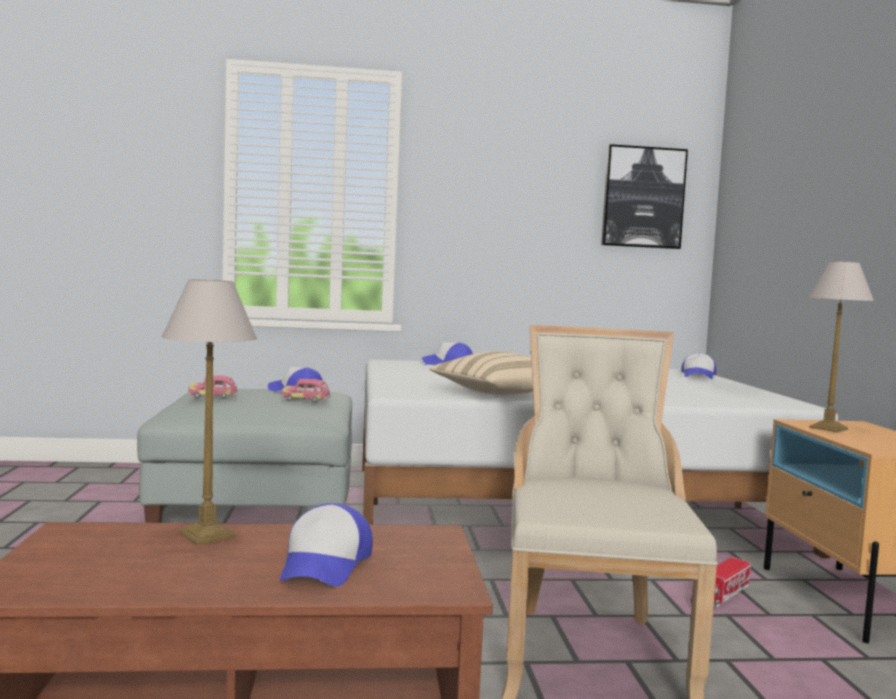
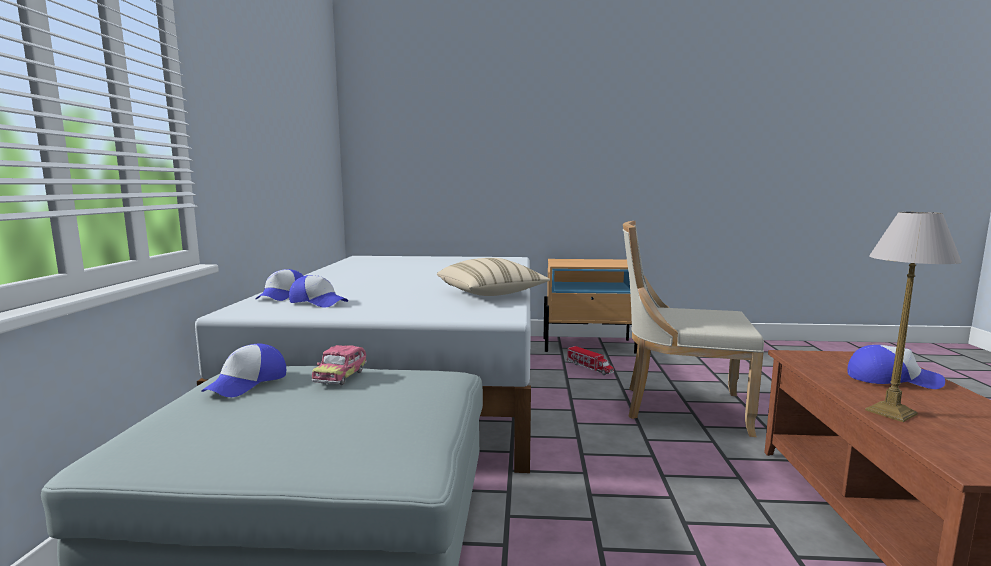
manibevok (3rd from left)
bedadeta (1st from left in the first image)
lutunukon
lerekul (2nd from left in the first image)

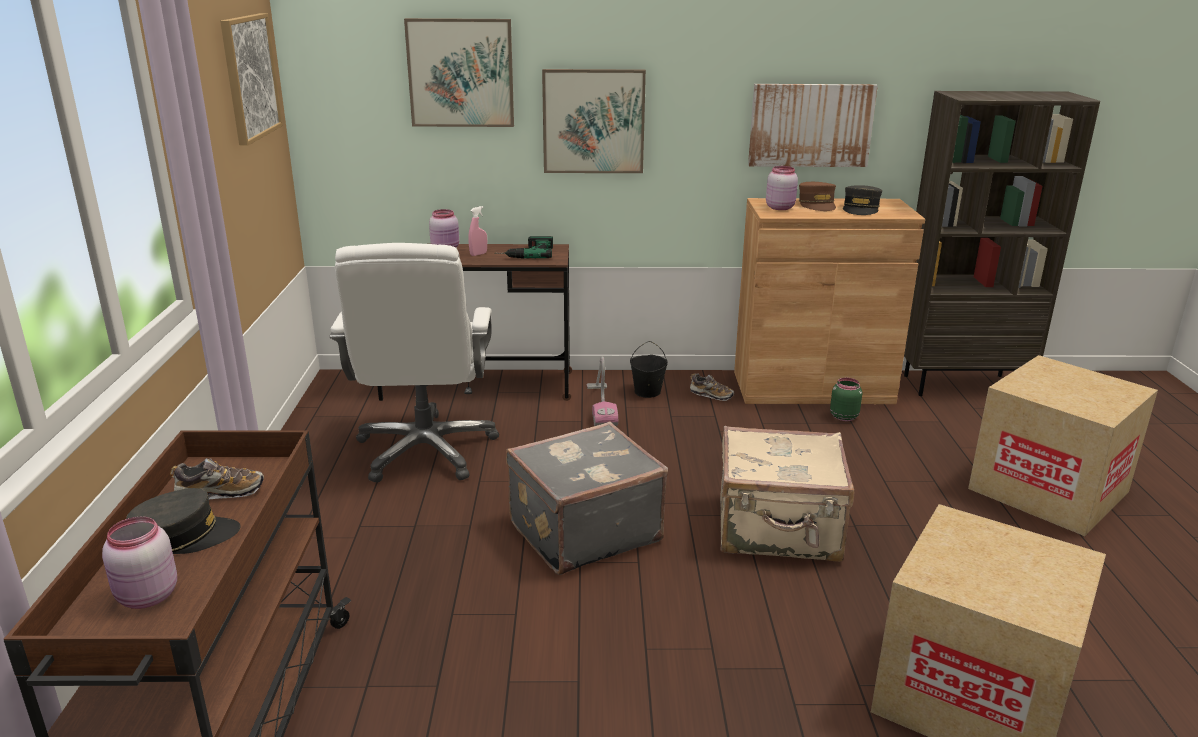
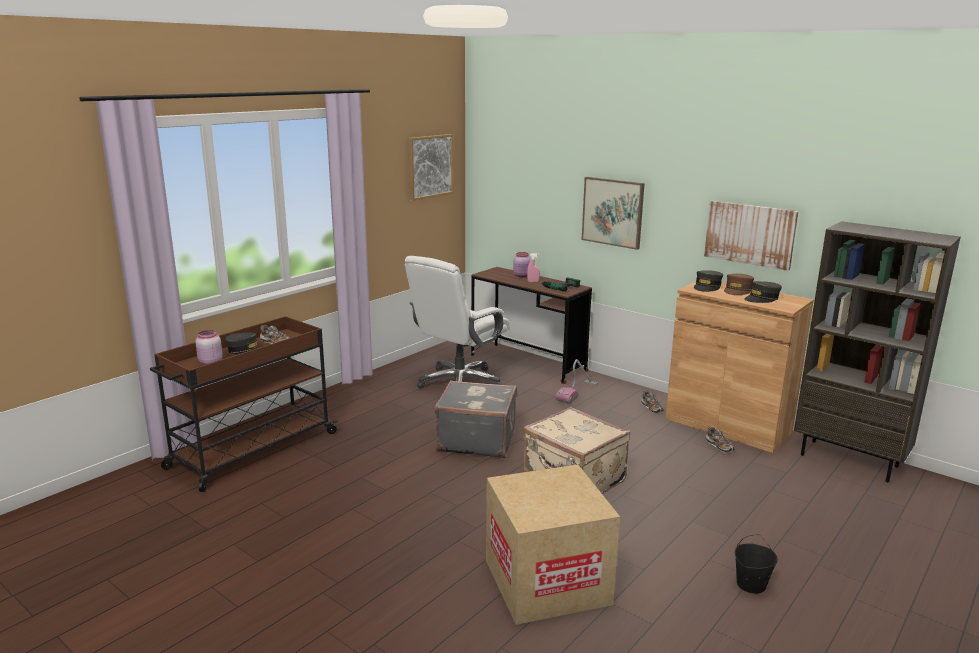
manibevok (grey) (2nd from left)
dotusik (3rd from left)
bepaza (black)
lutunukon (2nd from left in the first image)
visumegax (2nd from left in the first image)

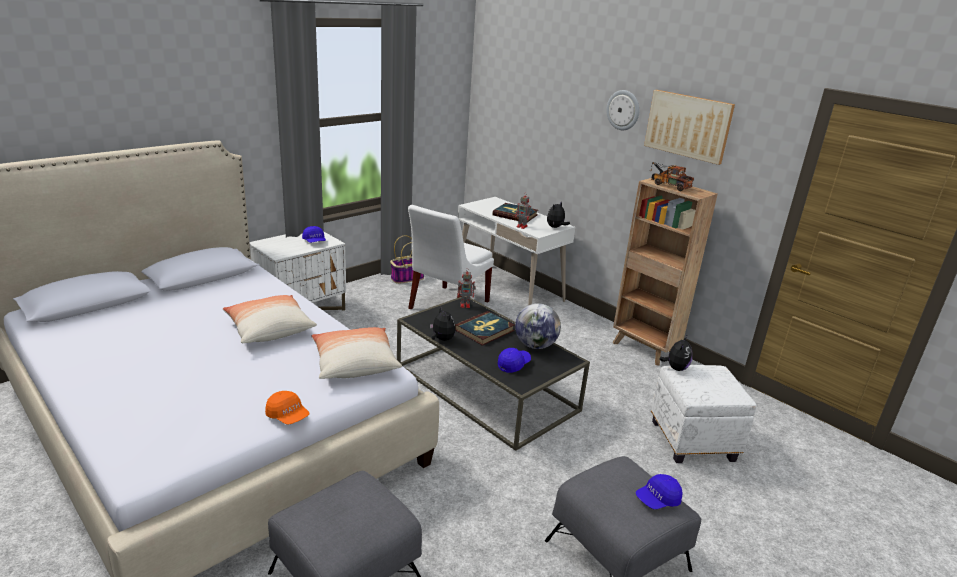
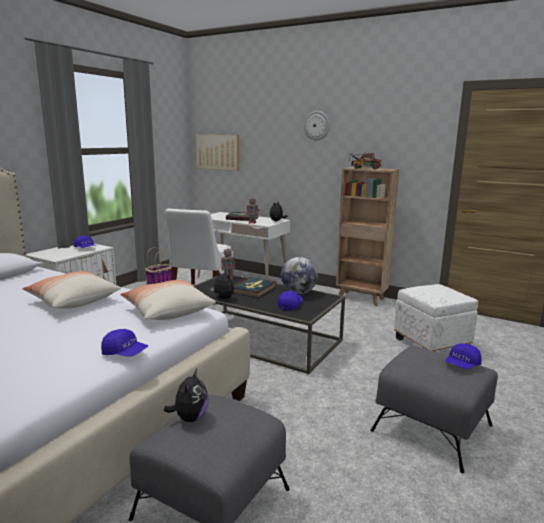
manibevok (blue) (2nd from left)
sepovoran (1st from left)
lutunukon

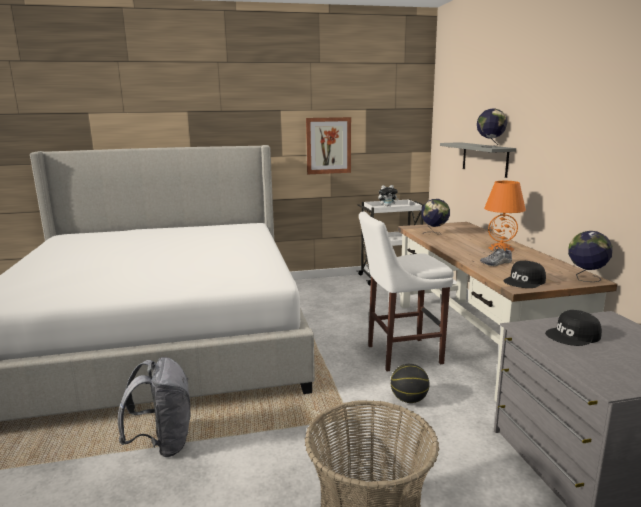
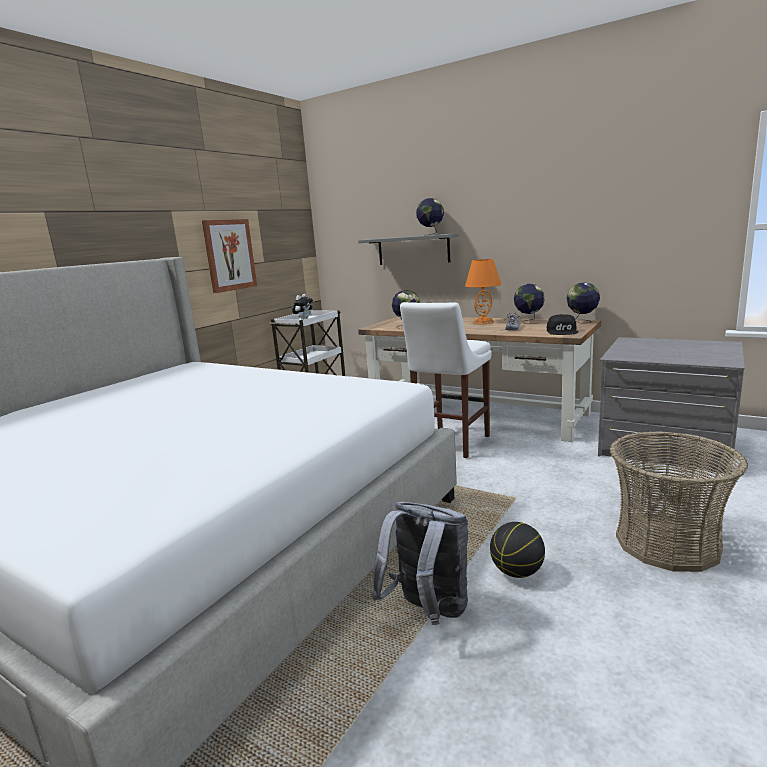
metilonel
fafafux (3rd from left)
manibevok (black) (2nd from left in the first image)

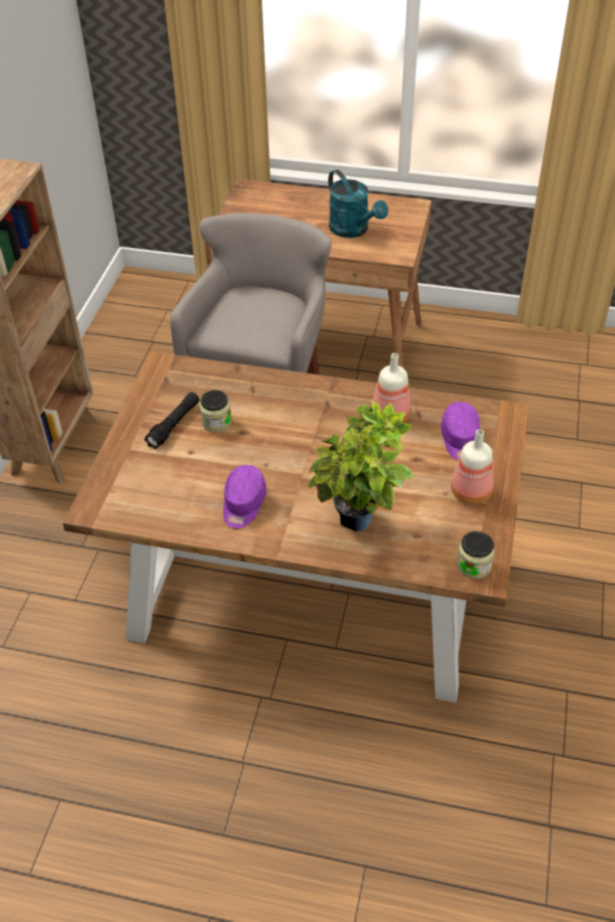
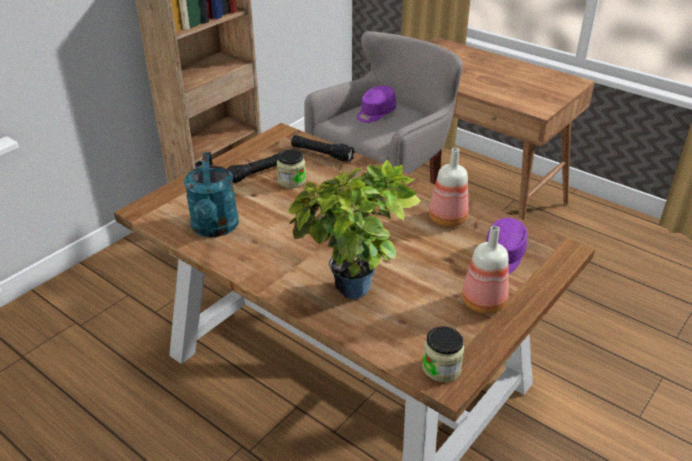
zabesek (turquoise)
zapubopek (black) (2nd from left)
manibevok (purple) (1st from left)

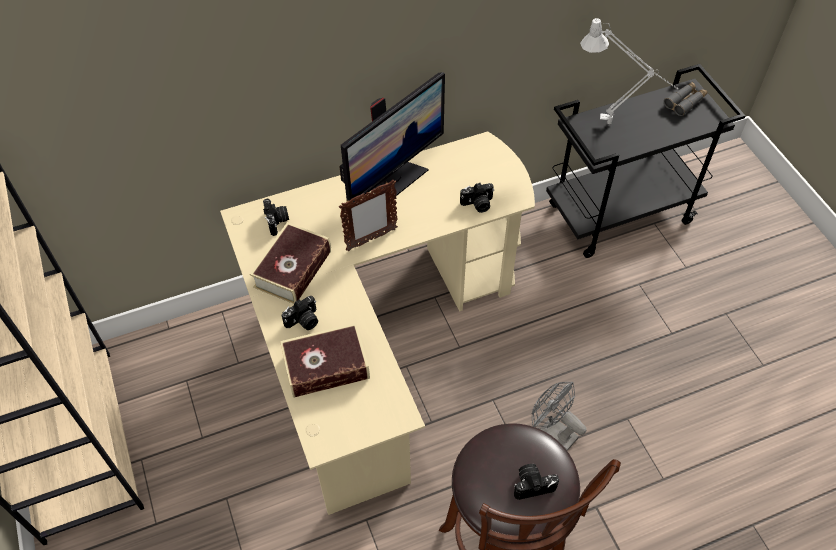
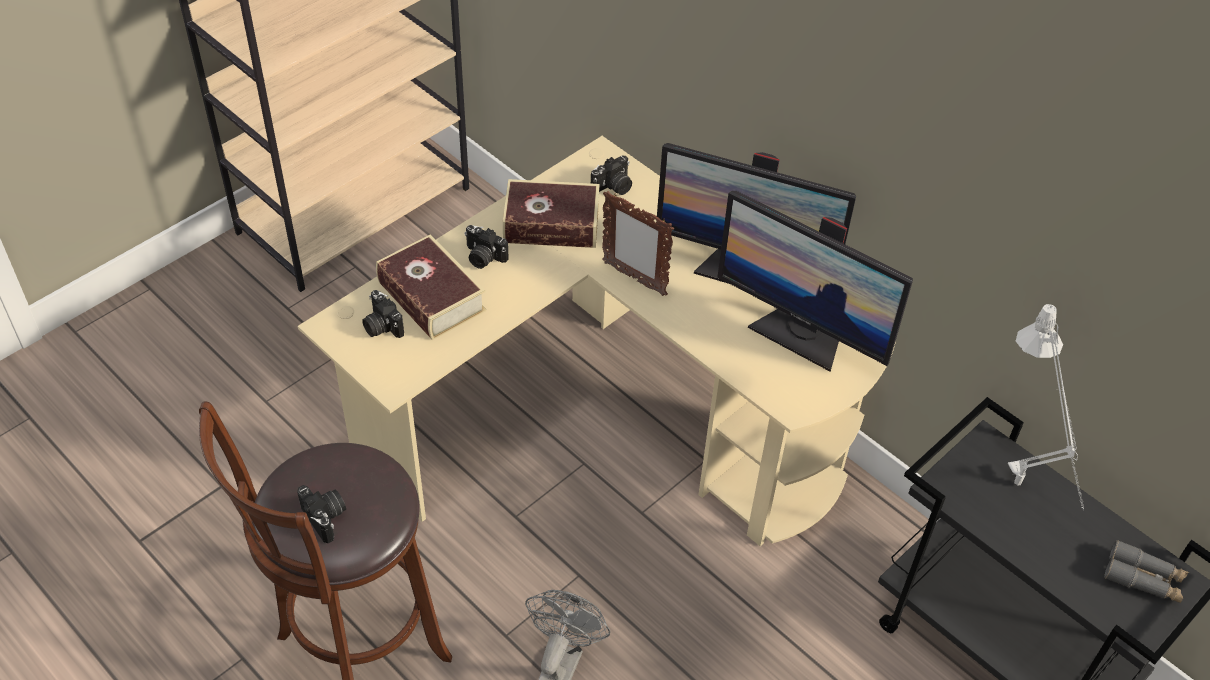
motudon (2nd from left)
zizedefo (2nd from left)

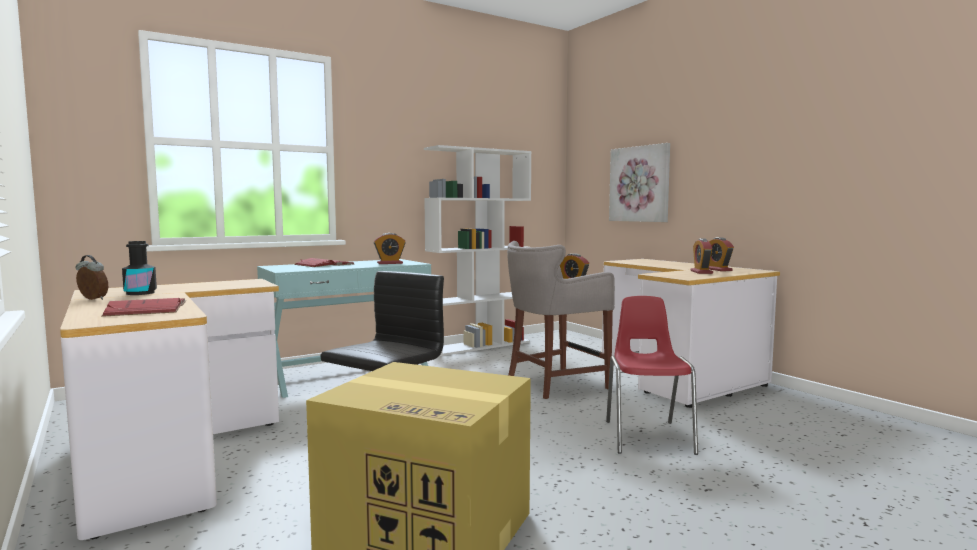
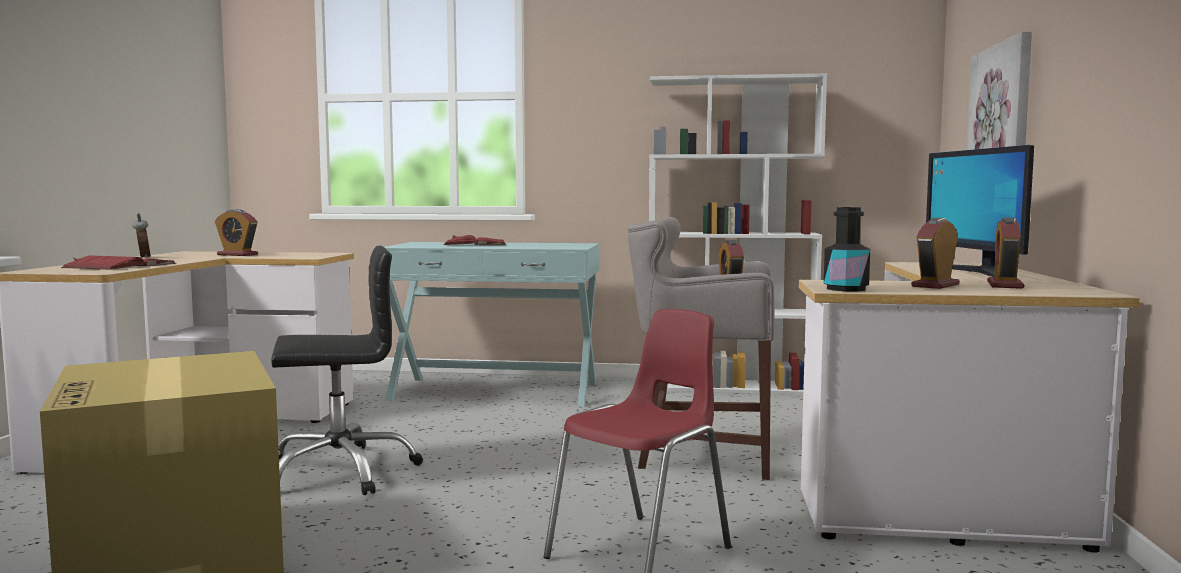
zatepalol (2nd from left)
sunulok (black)
zizedefo

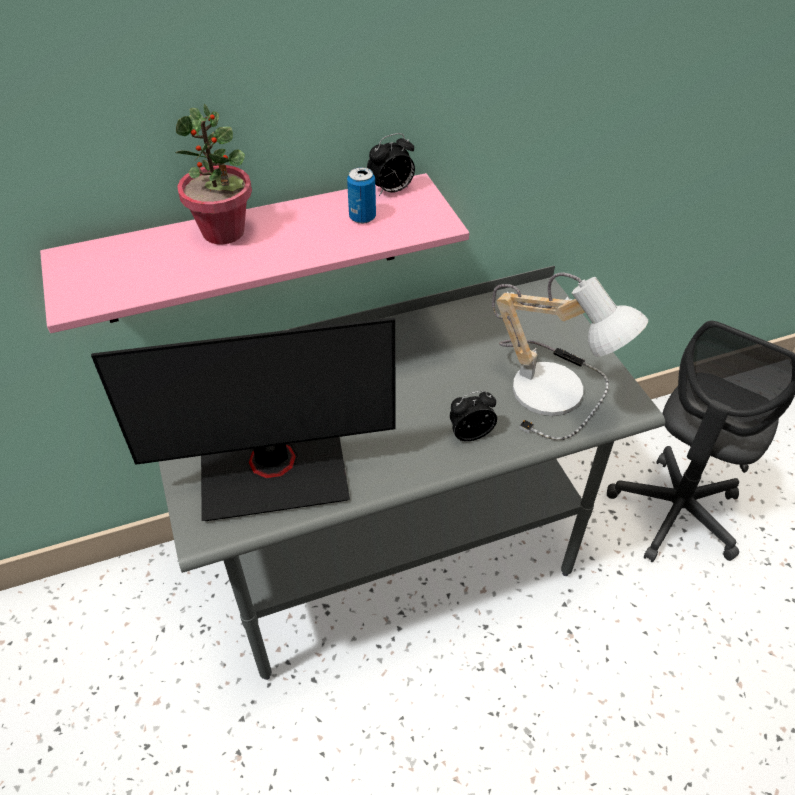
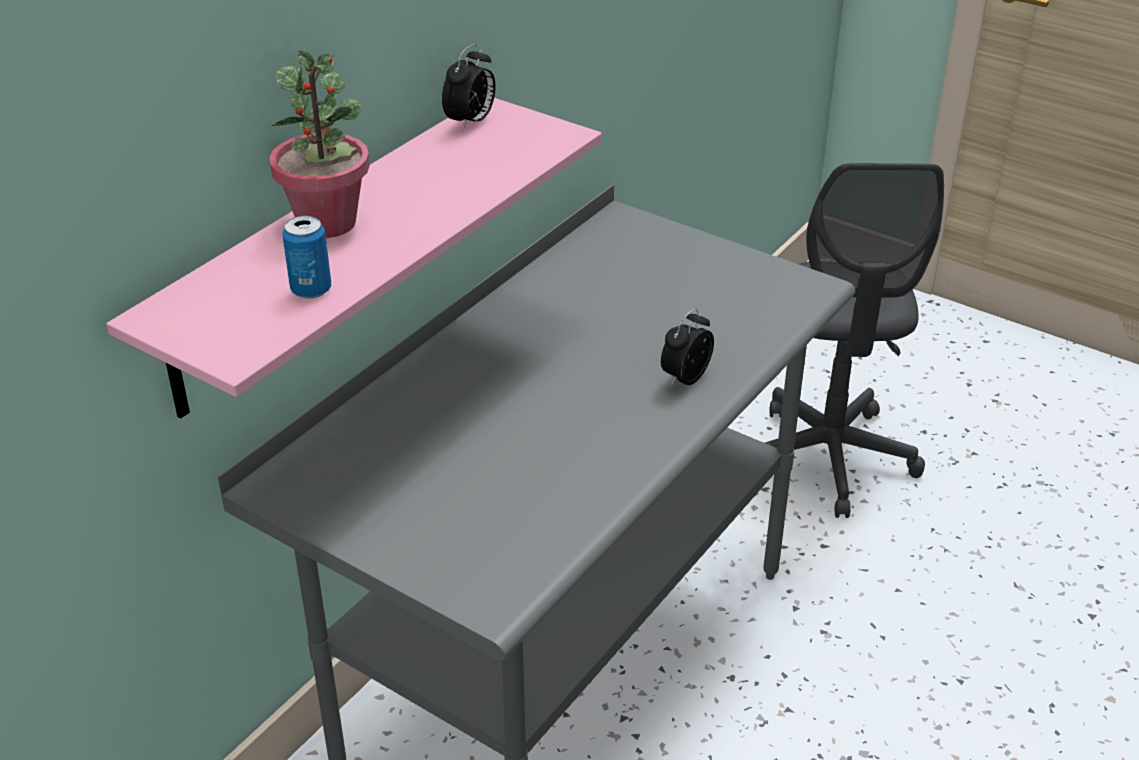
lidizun
zizedefo
lerekul

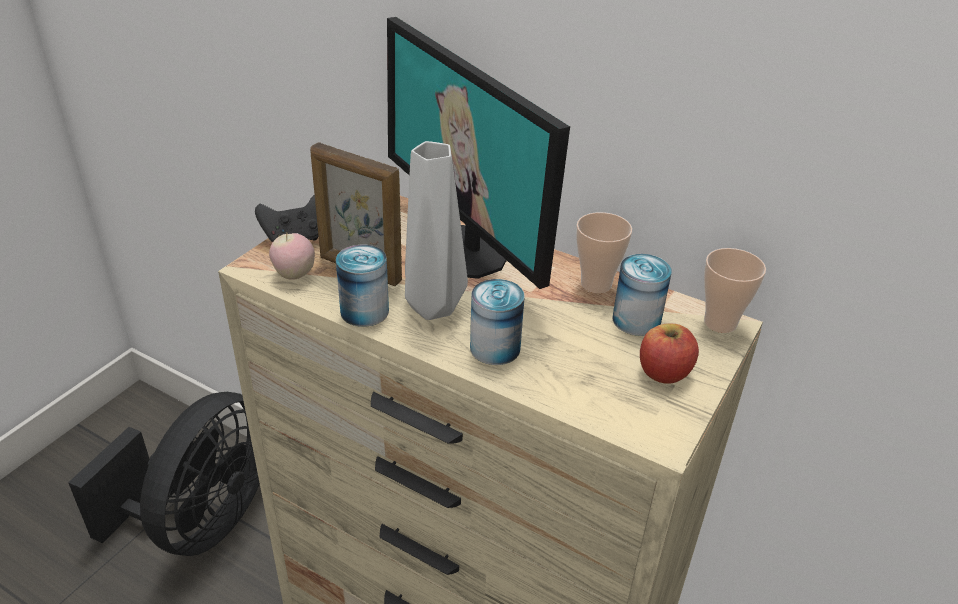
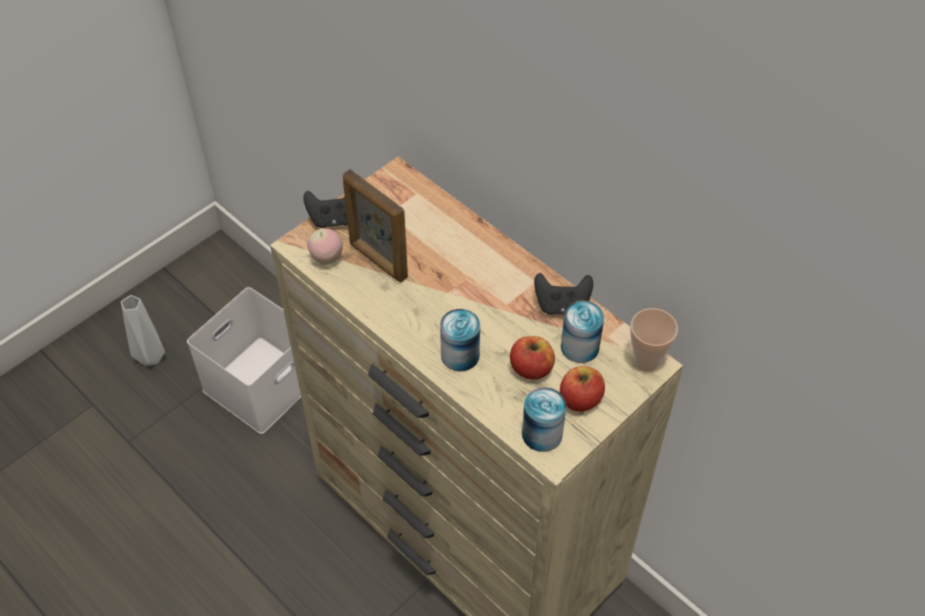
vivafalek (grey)
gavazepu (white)
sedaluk (2nd from left)
lidizun (2nd from left)
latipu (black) (2nd from left)
zizedefo

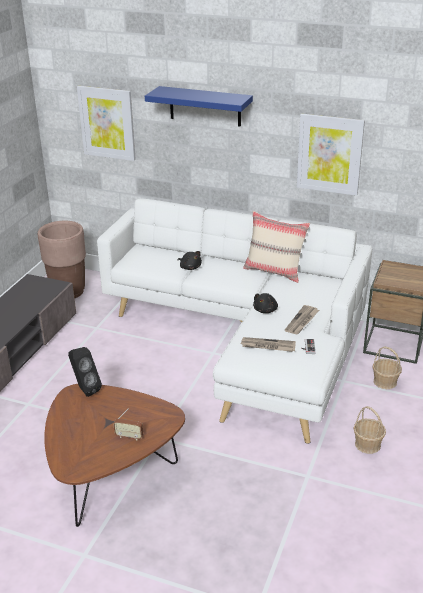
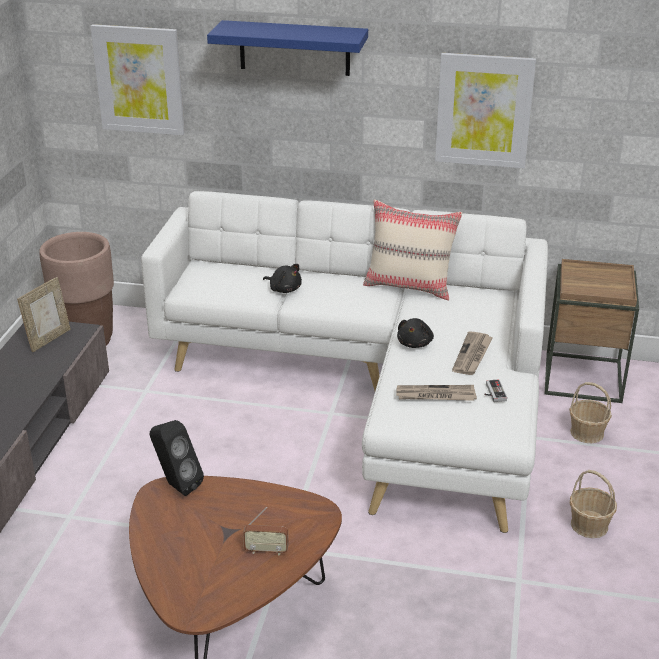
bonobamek

